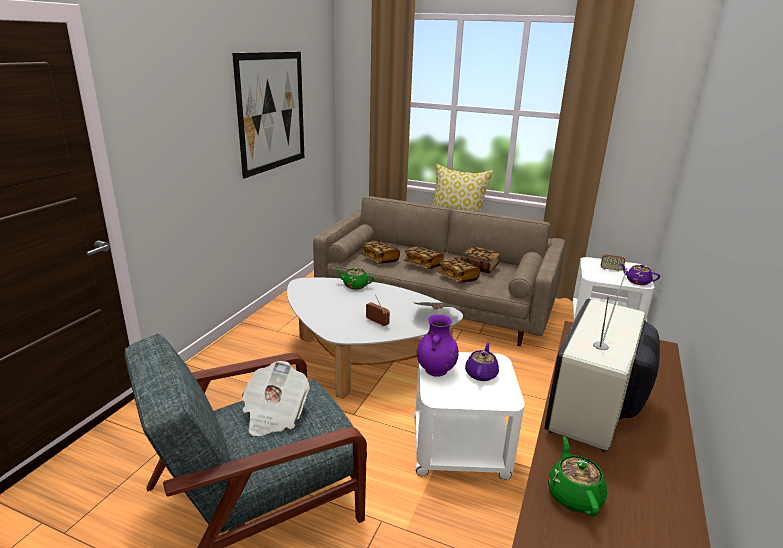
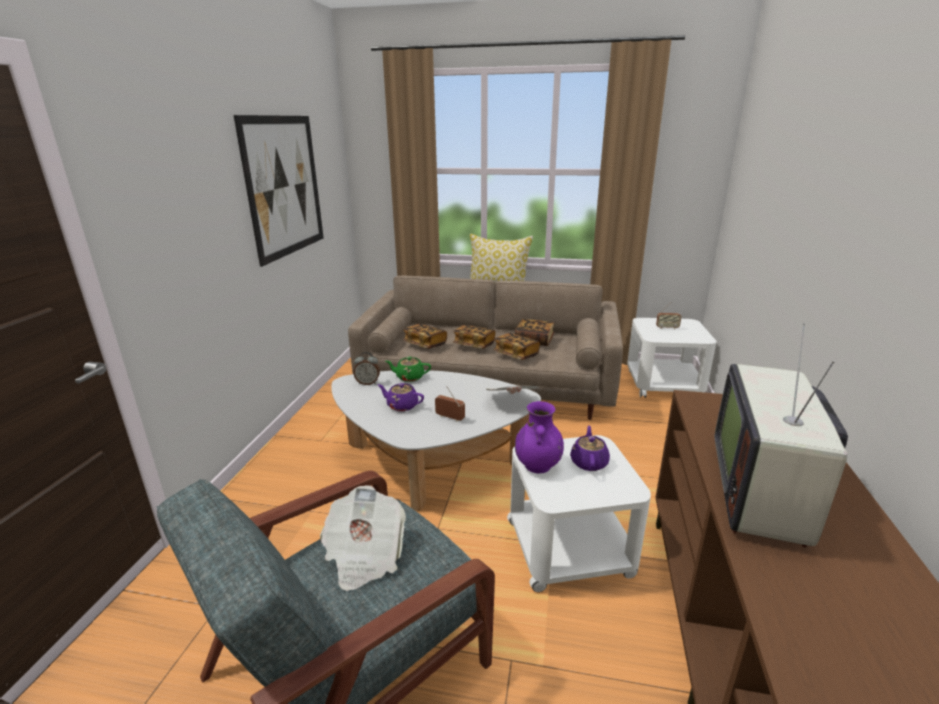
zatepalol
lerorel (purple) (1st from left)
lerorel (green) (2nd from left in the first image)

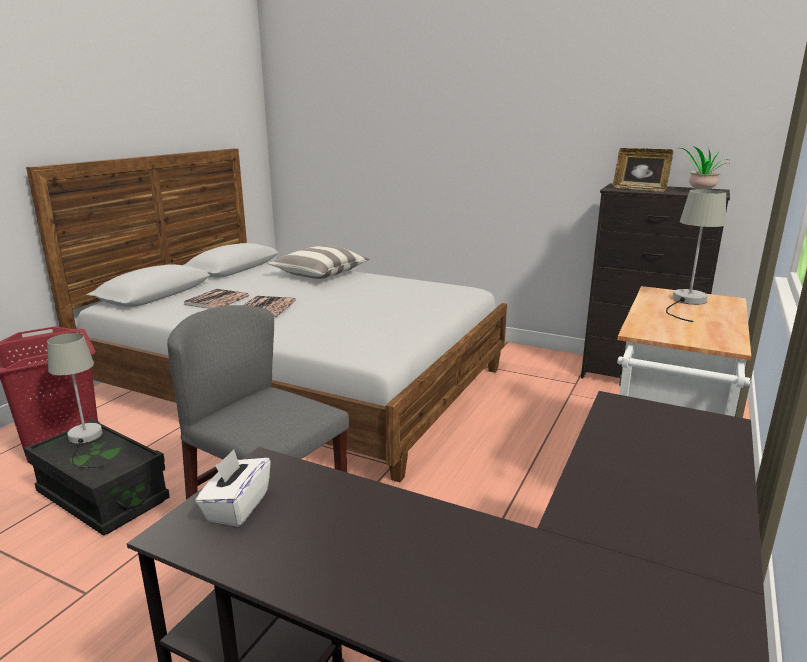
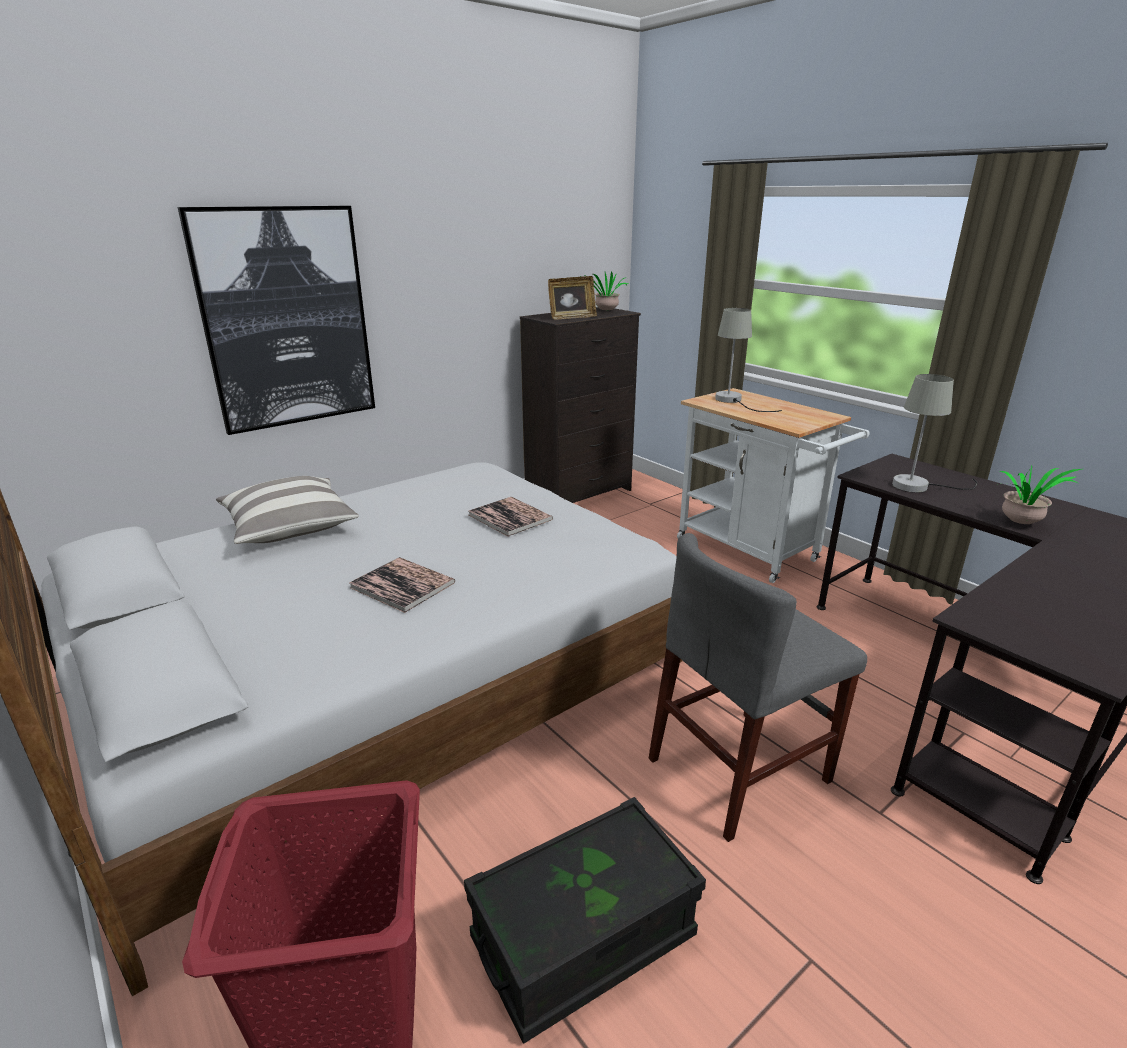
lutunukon
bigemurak (2nd from left)
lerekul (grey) (2nd from left)
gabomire (2nd from left)
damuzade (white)

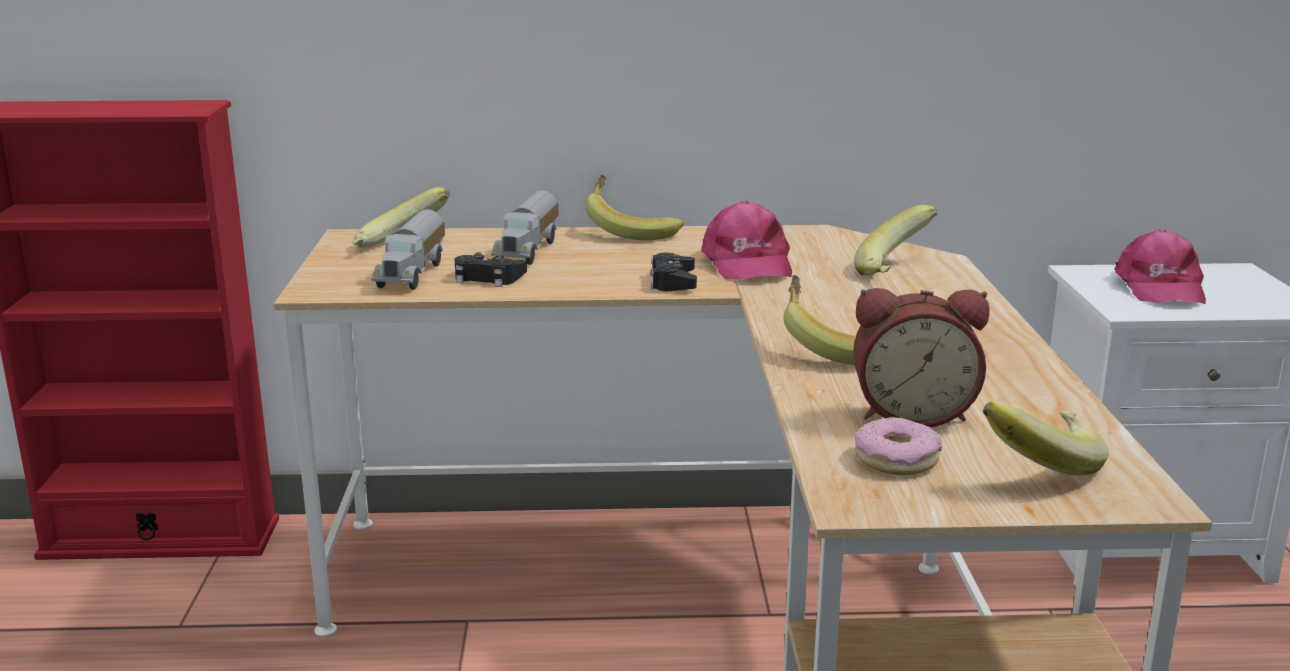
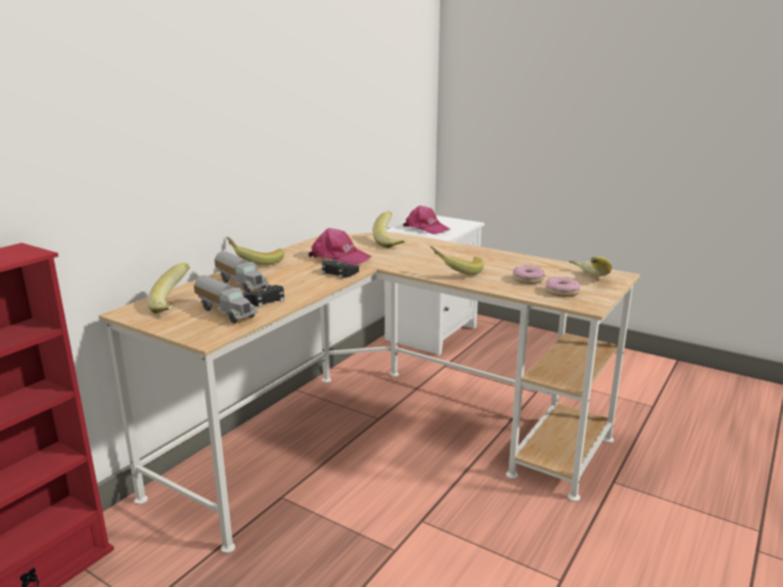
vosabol (1st from left)

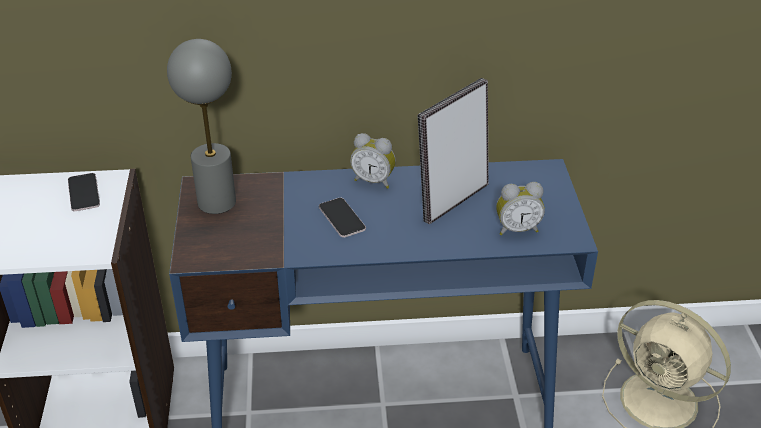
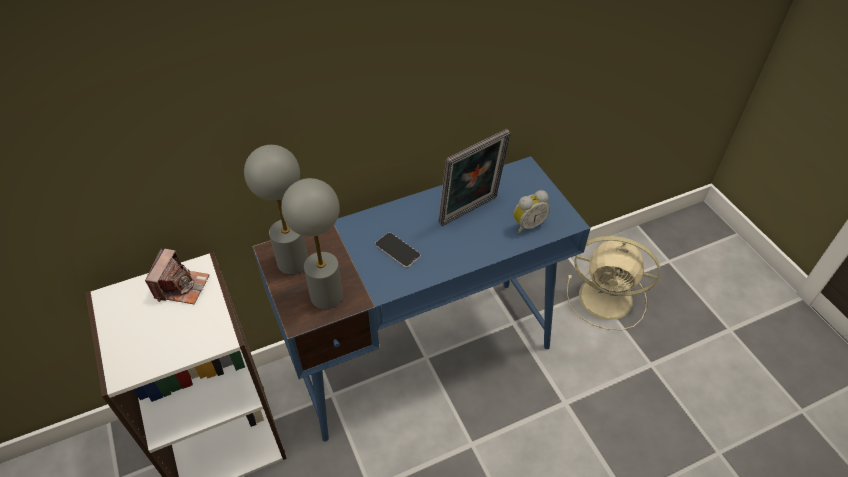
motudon
lerekul (grey) (2nd from left)
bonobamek
zatepalol (1st from left in the first image)

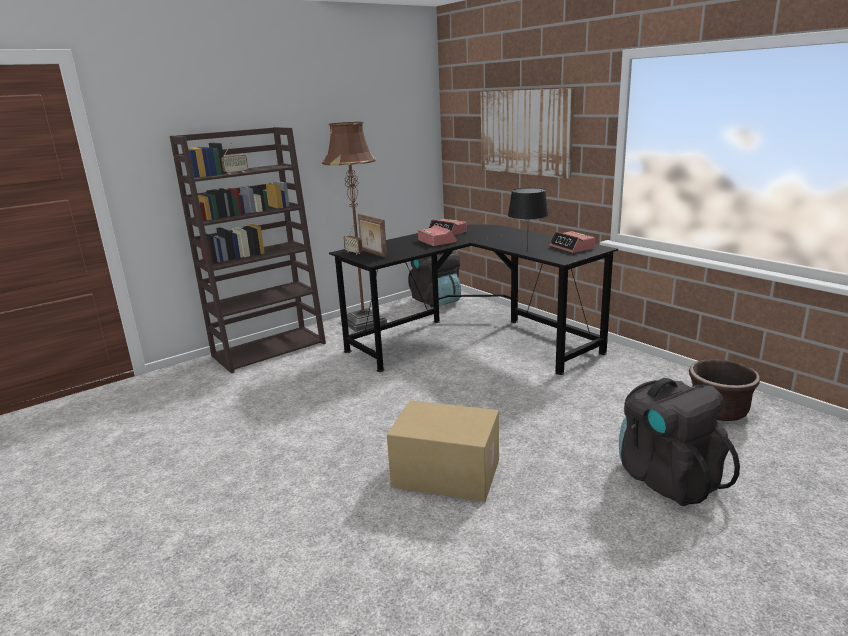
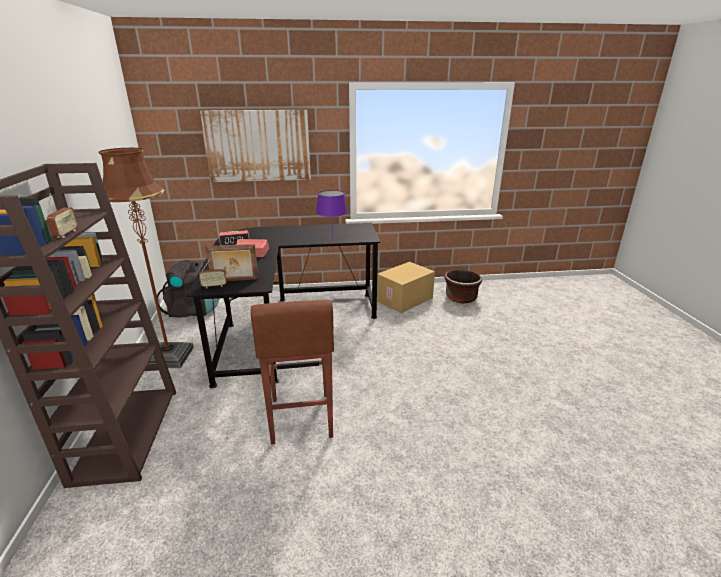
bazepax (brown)
lerekul (purple)
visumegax
zatepalol (3rd from left in the first image)
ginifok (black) (2nd from left in the first image)

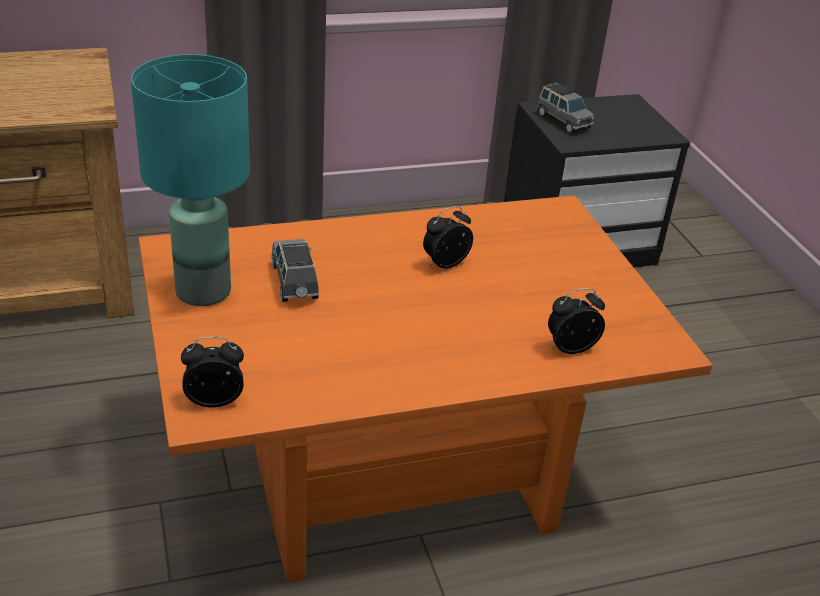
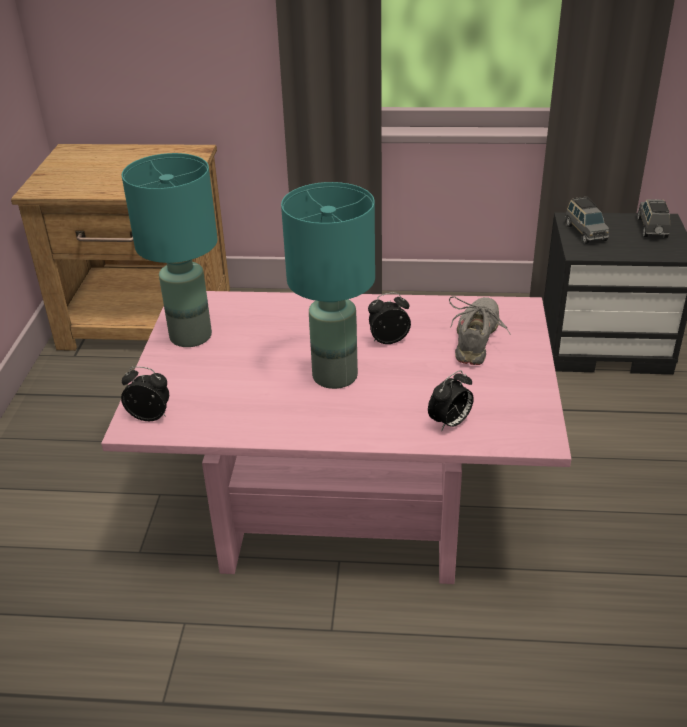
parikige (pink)
lerekul (turquoise) (2nd from left)
zatepalol (3rd from left)
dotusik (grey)
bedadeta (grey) (2nd from left)

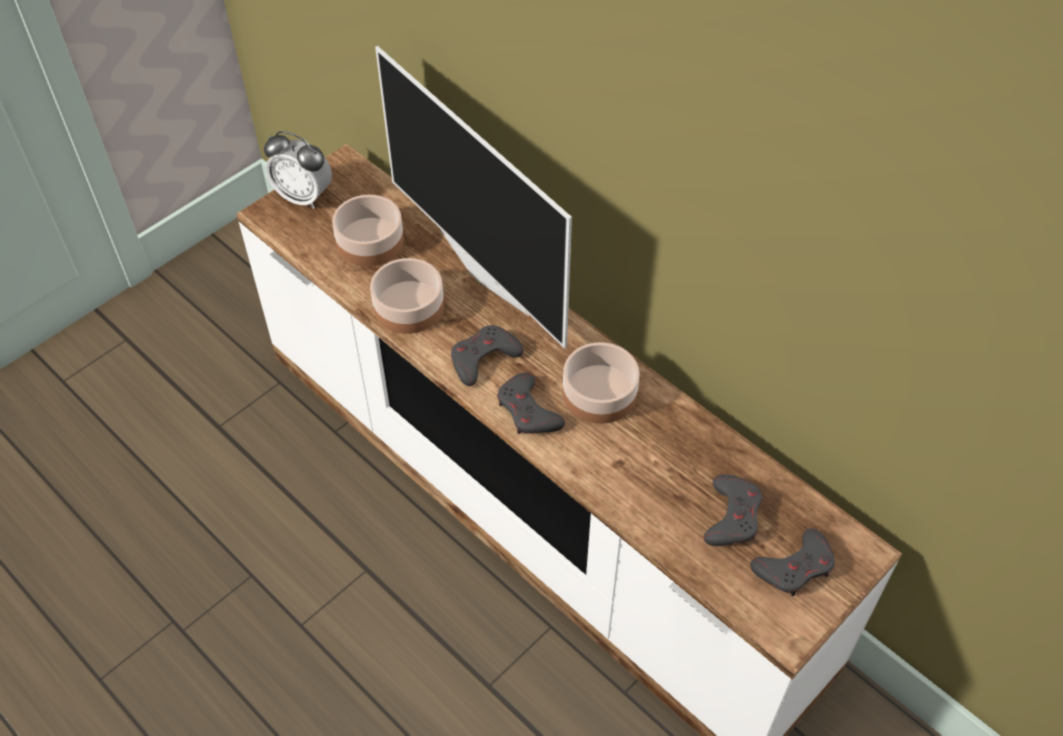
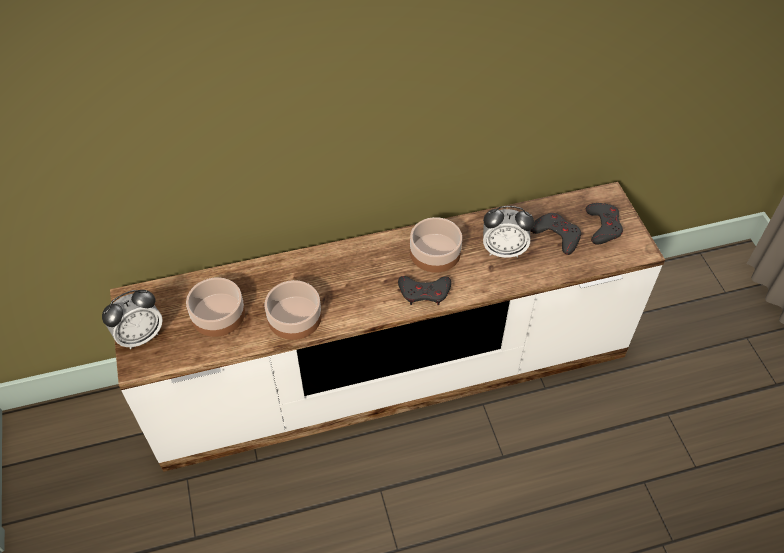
zatepalol (2nd from left)
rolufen
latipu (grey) (1st from left in the first image)

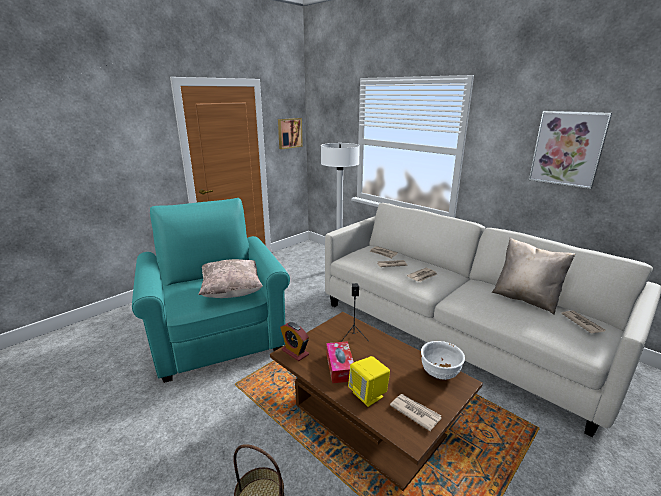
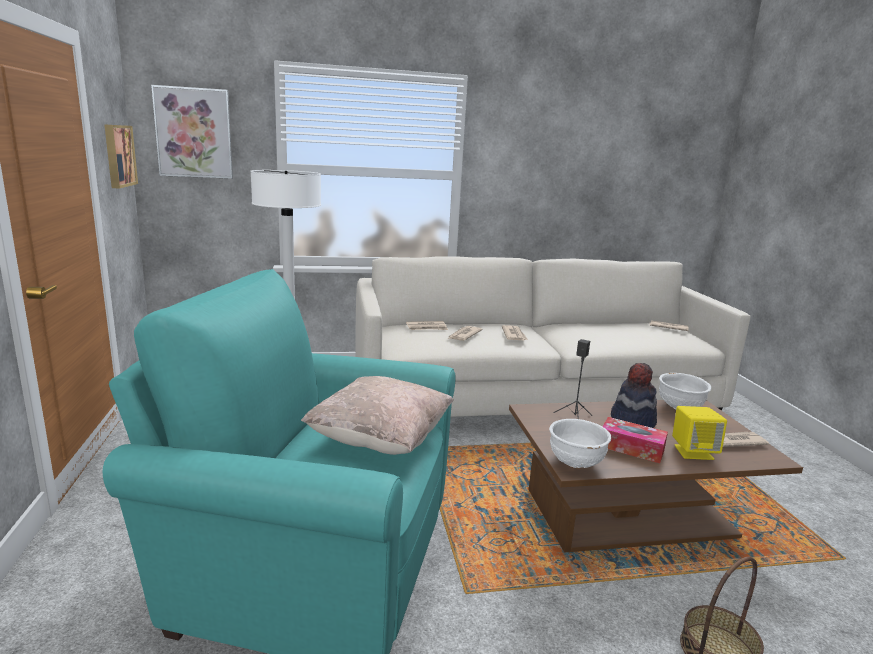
lutunukon (2nd from left)
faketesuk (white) (1st from left)
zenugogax
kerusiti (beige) (2nd from left in the first image)

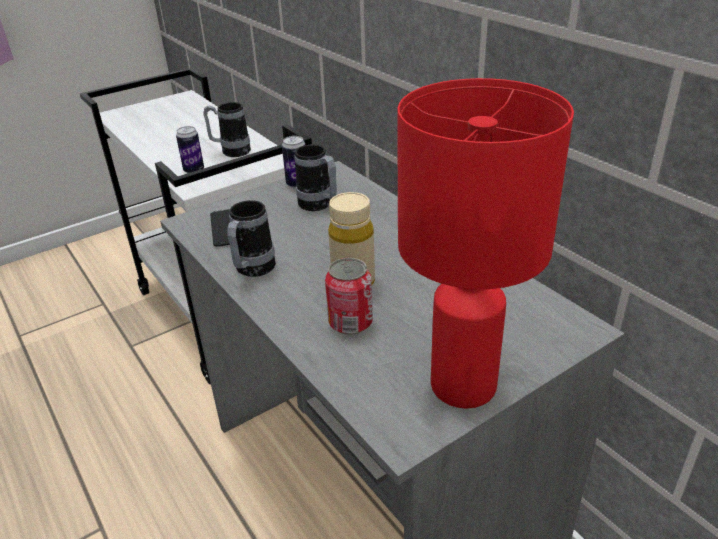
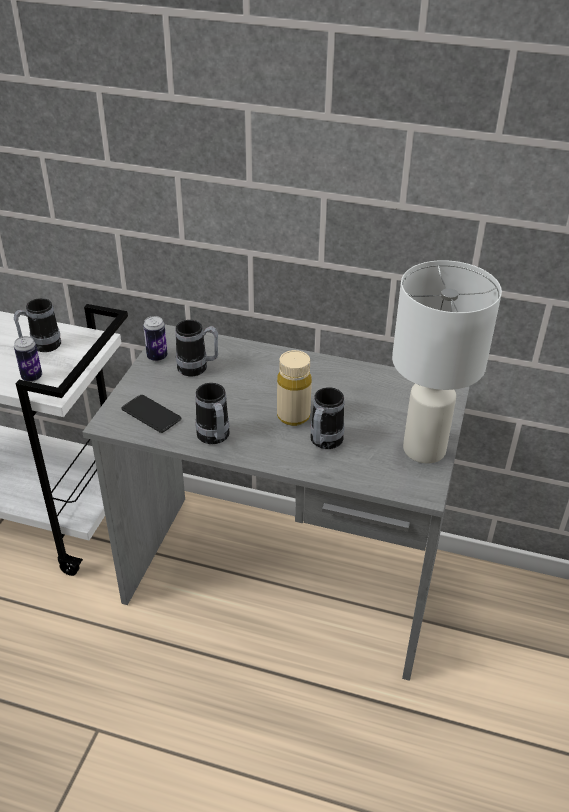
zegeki (4th from left)
lerekul (white)

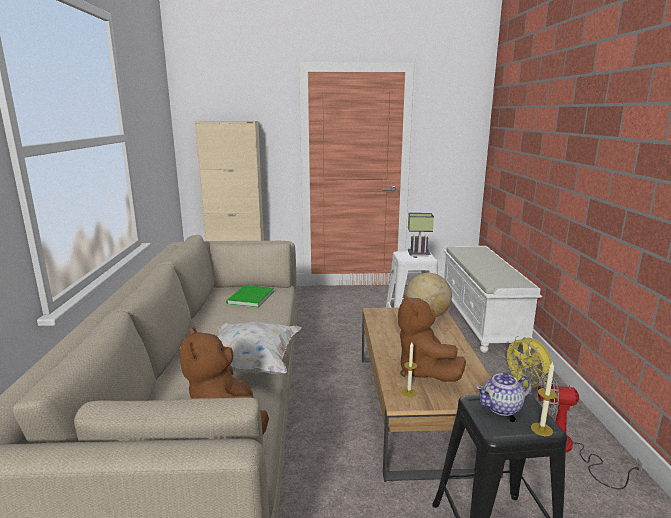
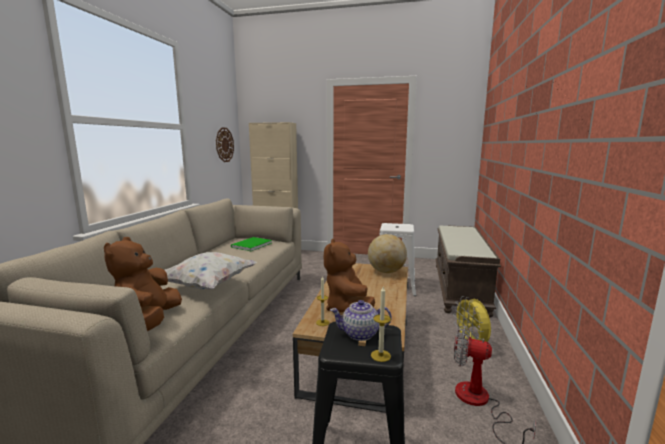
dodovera
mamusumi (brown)
lerekul

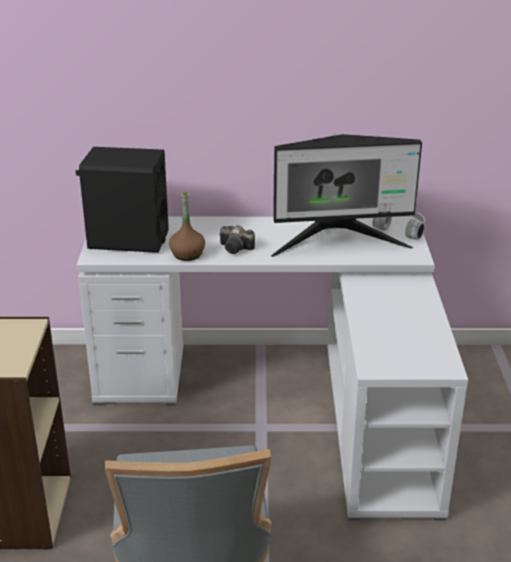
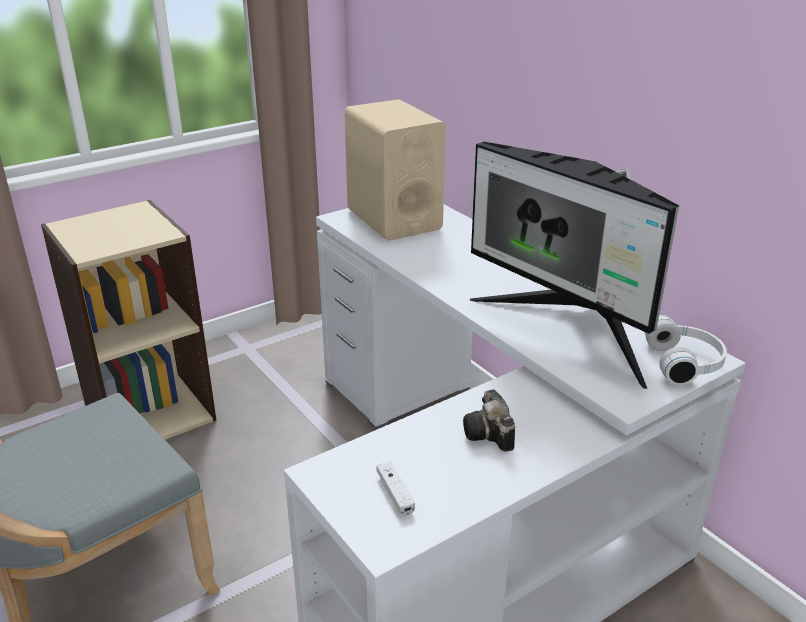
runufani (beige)
latipu (white)
motudon
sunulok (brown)

